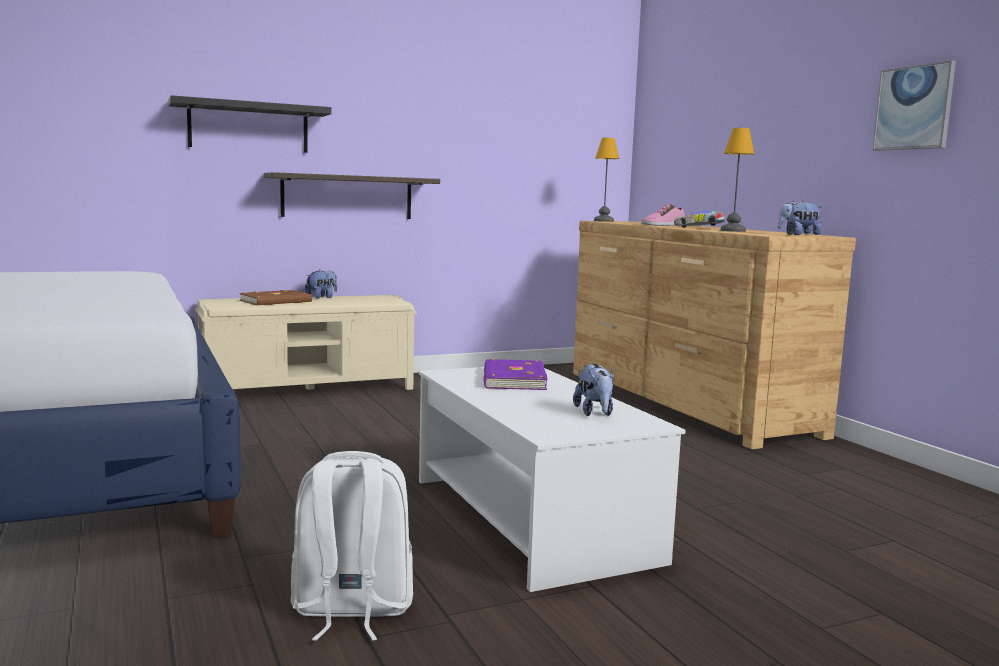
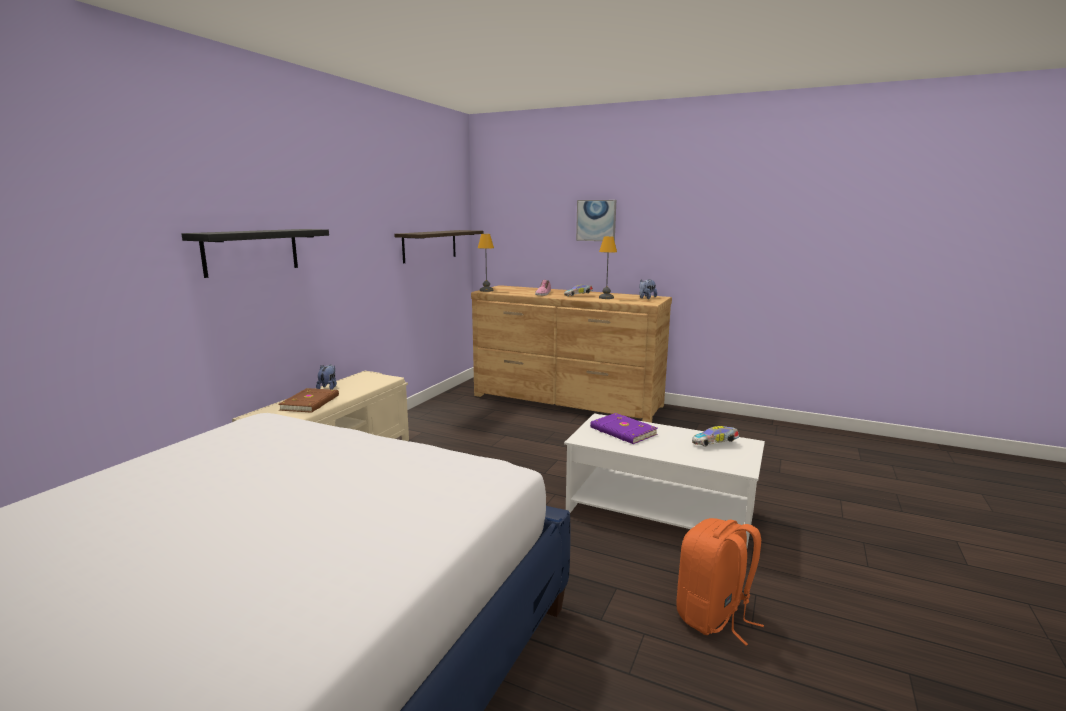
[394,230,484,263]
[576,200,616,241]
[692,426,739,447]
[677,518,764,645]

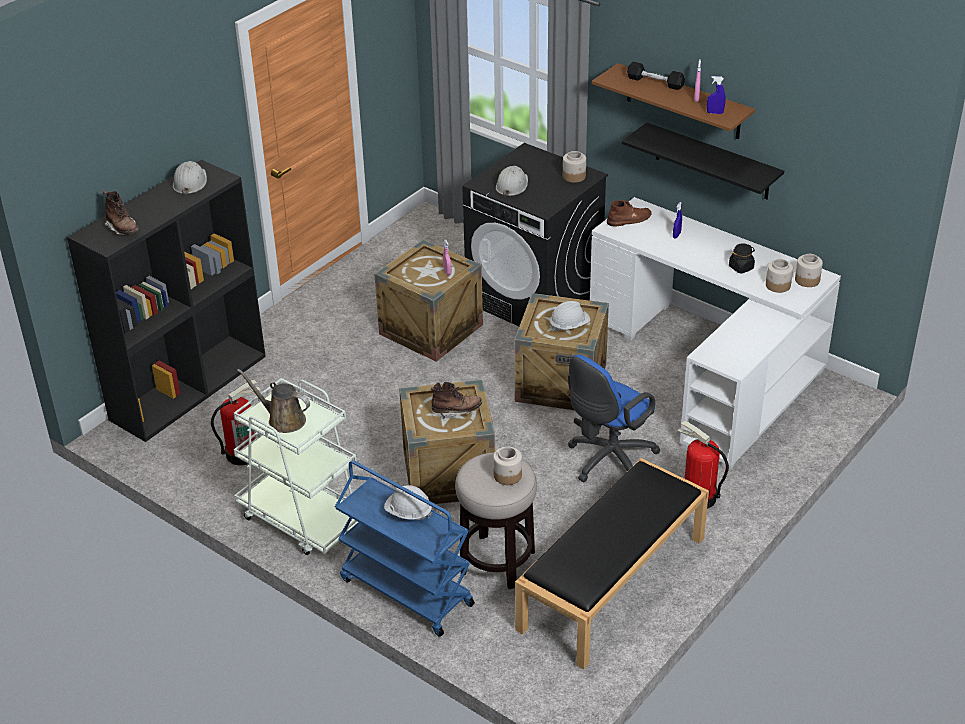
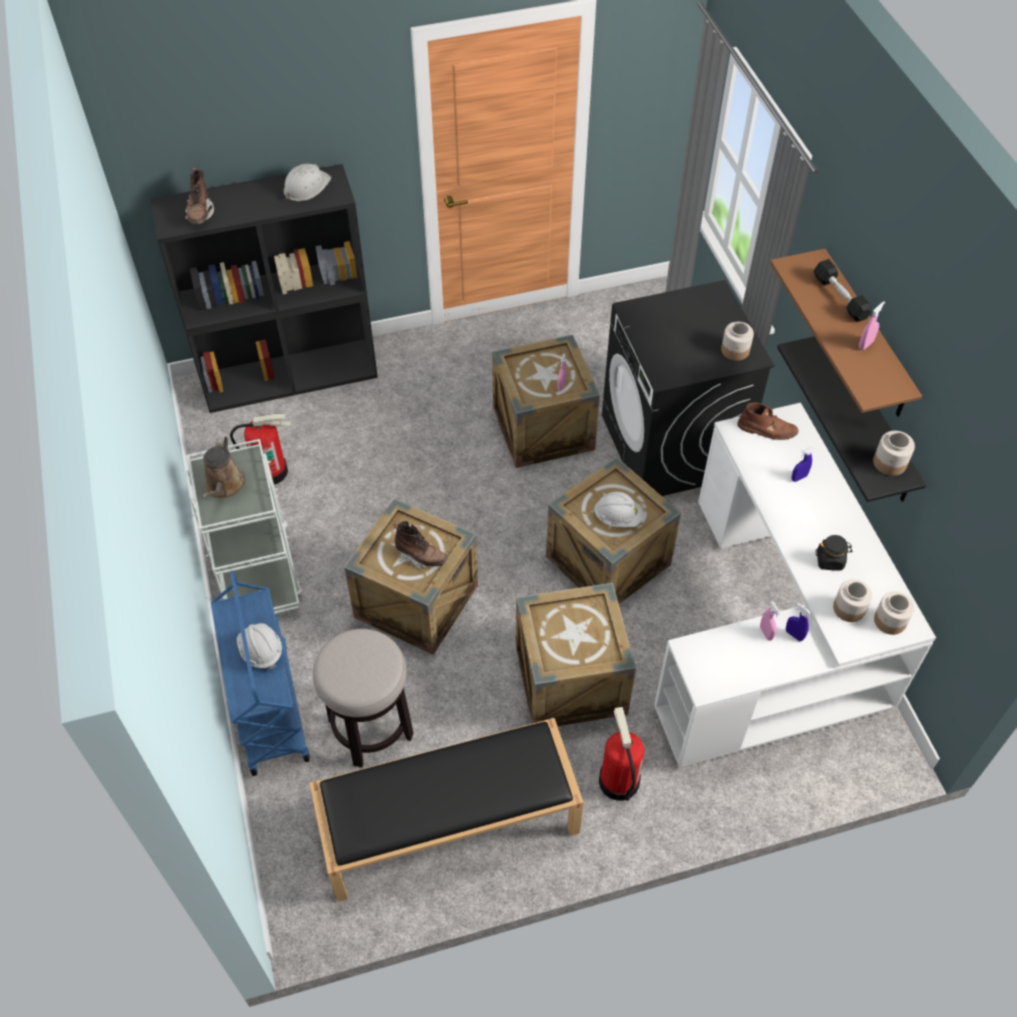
[496,166,528,197] (first image)
[760,601,780,641]
[873,431,915,476]
[786,603,811,641]
[516,583,636,727]
[202,436,246,498]

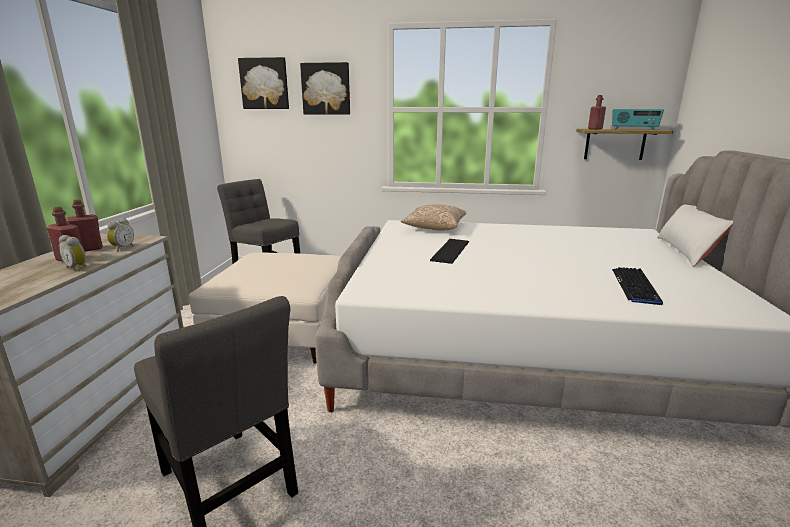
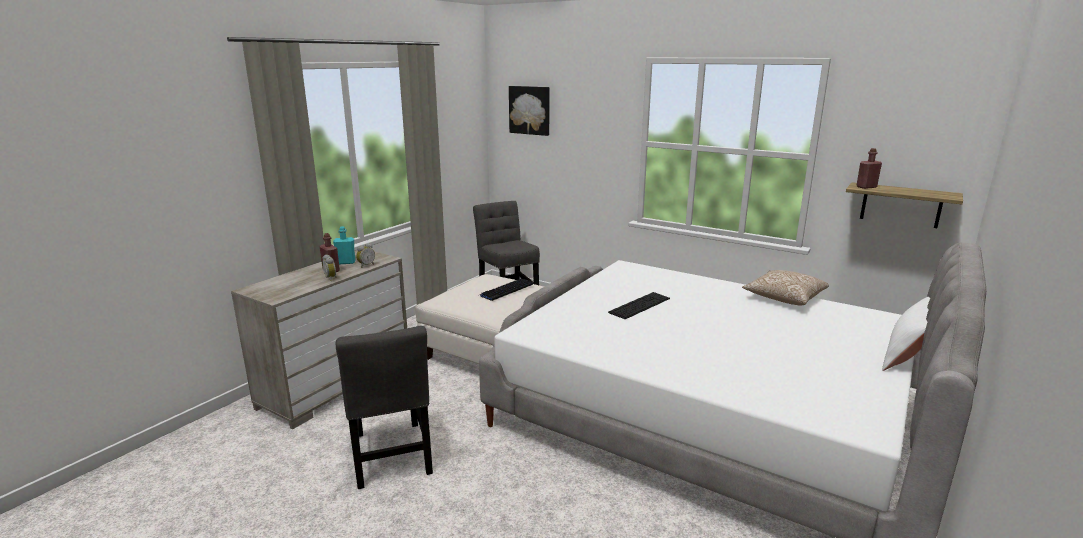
[300,62,350,115] (first image)
[612,109,664,130] (first image)
[742,270,829,305]
[480,278,533,301]
[333,226,355,264]

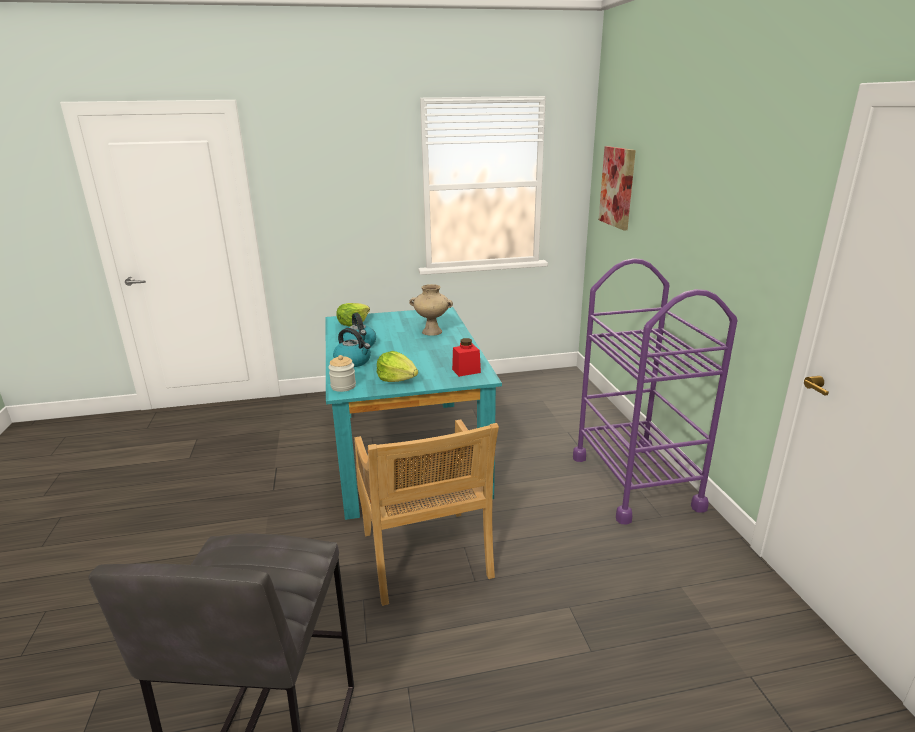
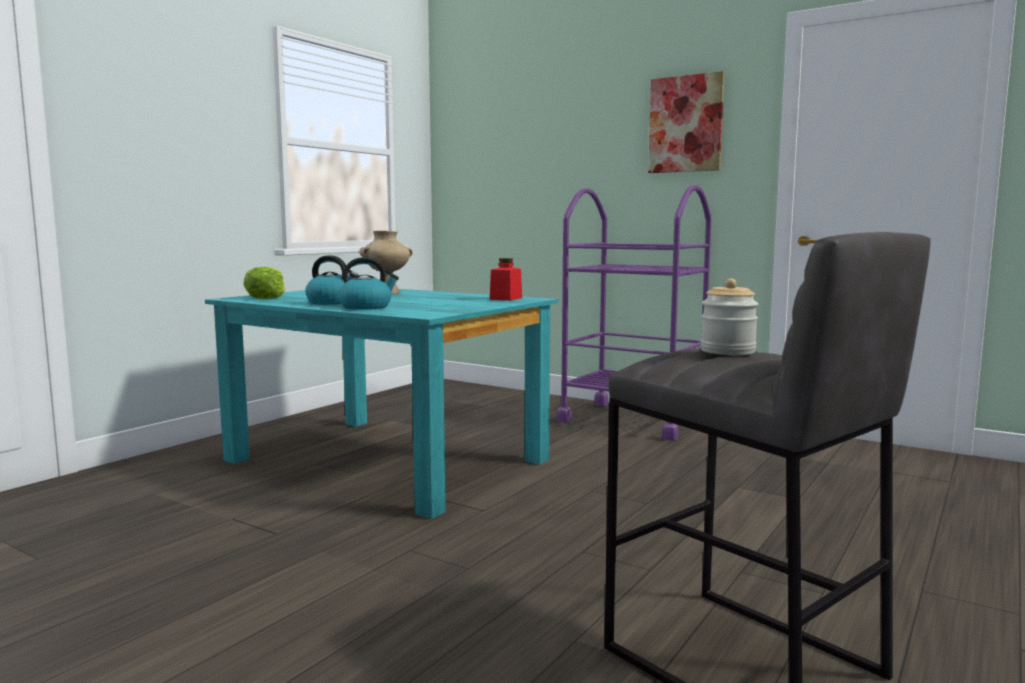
[354,419,499,606] (first image)
[377,351,418,382] (first image)
[700,278,758,355]
[648,71,725,173]

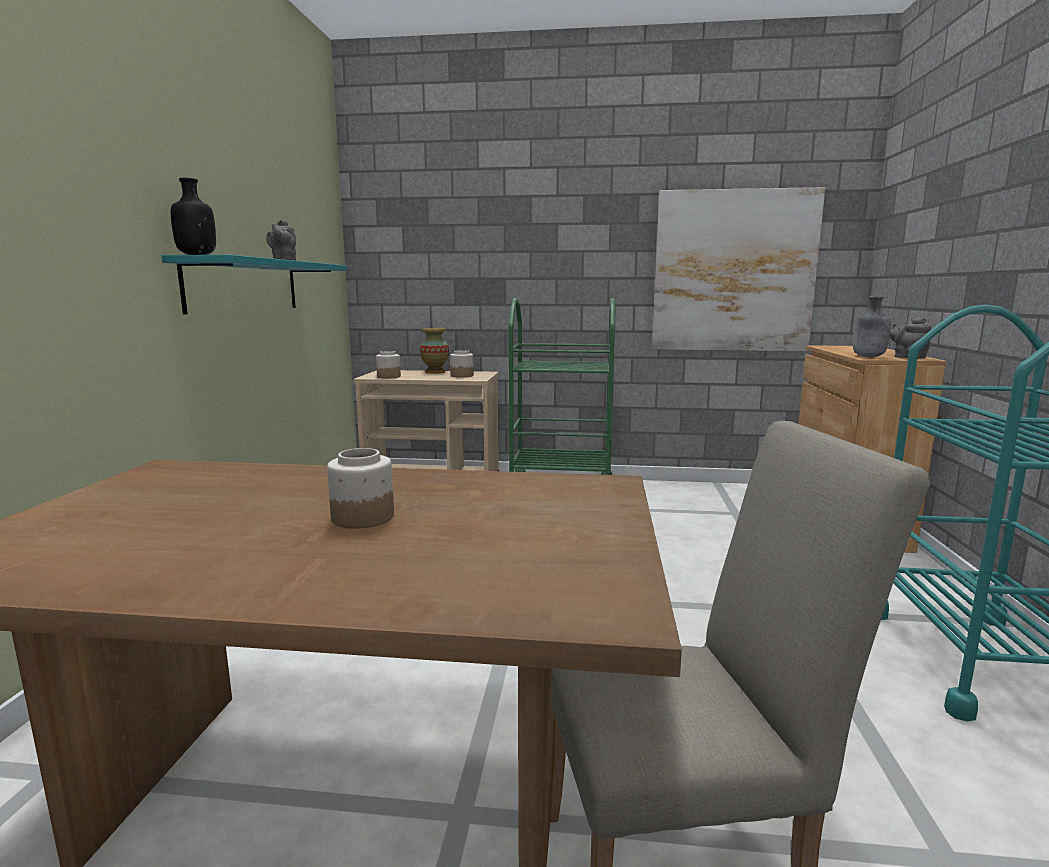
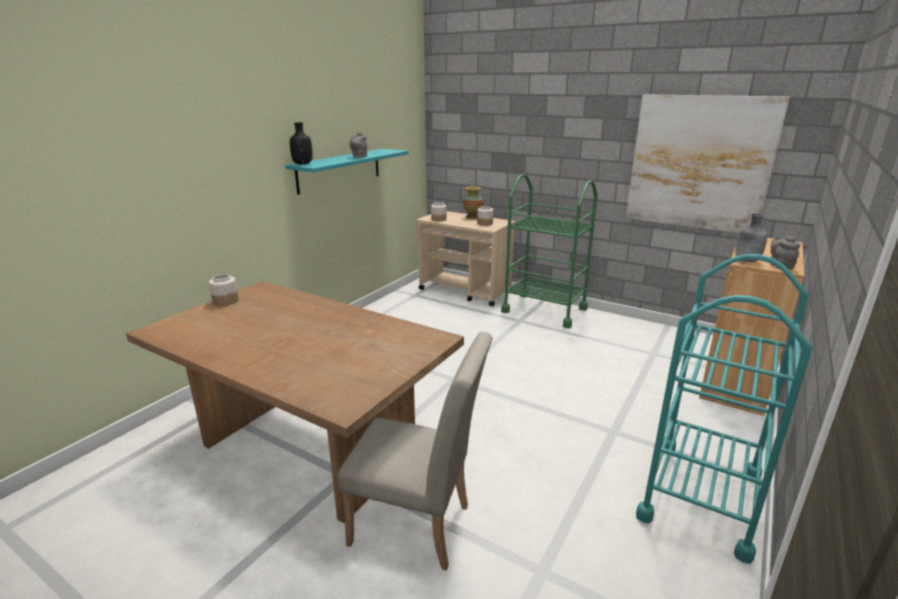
[209,274,239,306]

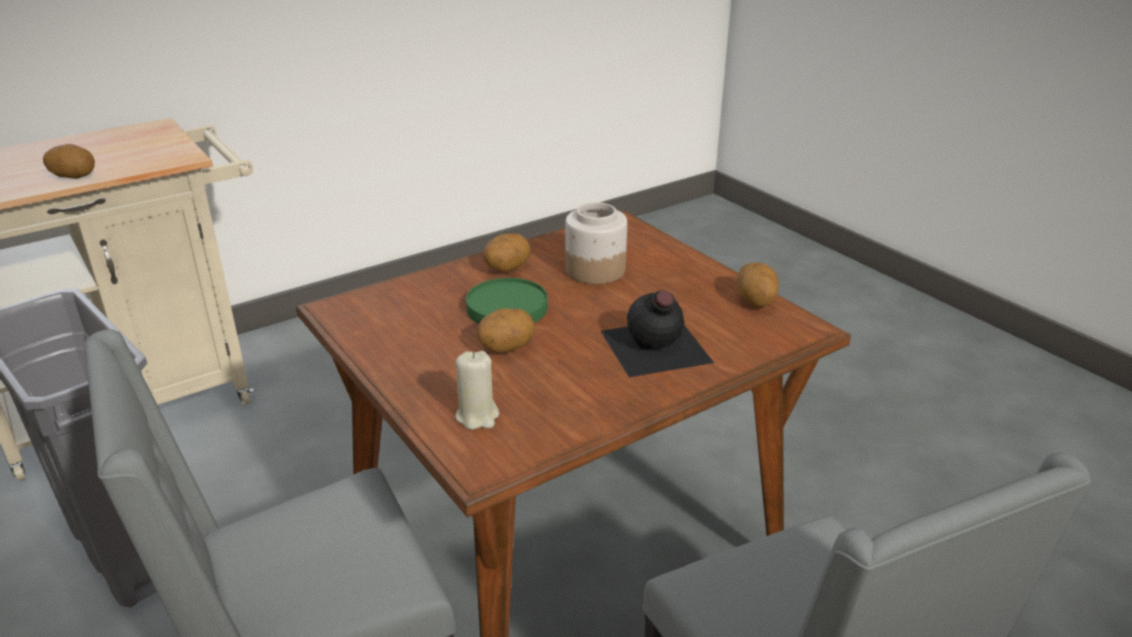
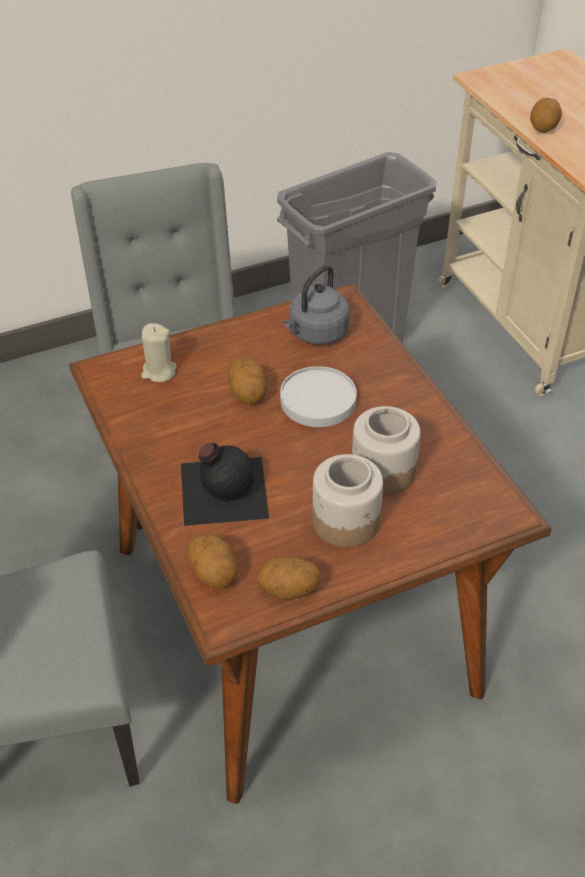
[283,265,350,345]
[312,454,383,547]
[187,534,237,589]
[280,366,357,427]

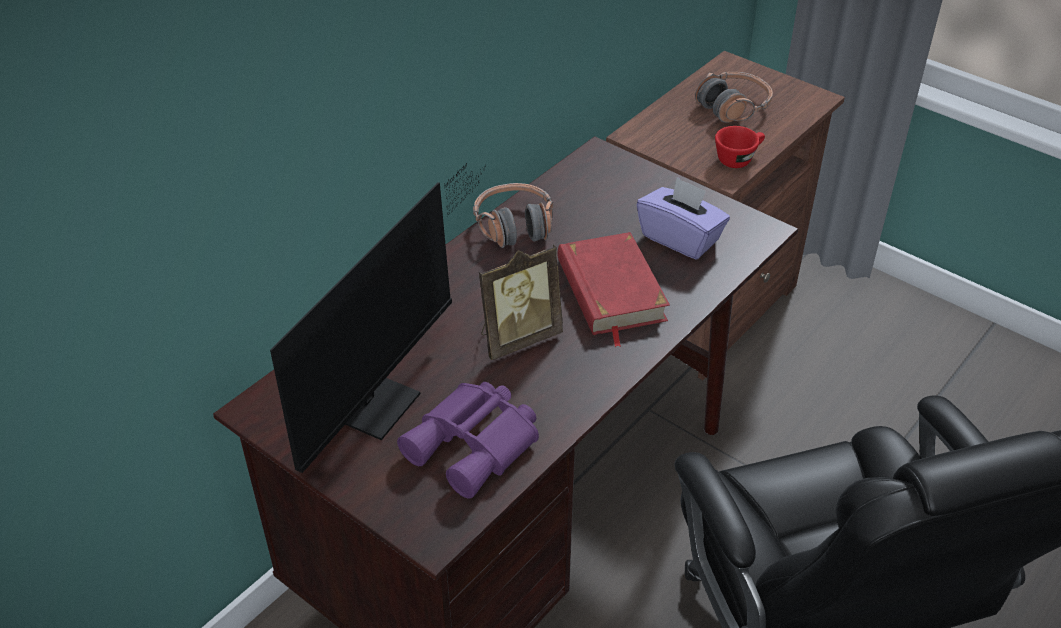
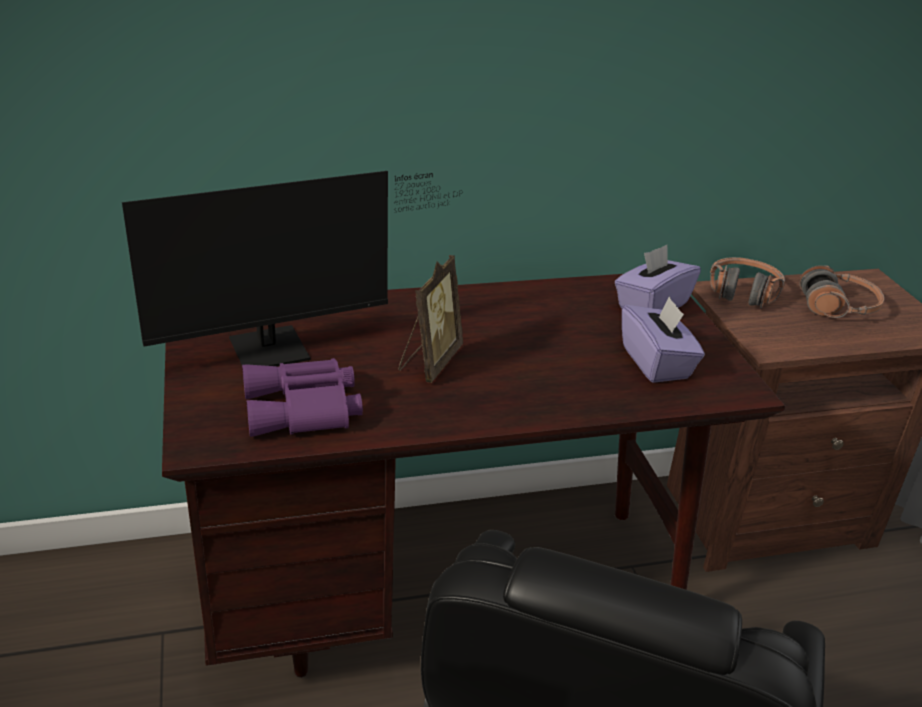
[558,232,670,347] (first image)
[715,126,765,168] (first image)
[615,245,701,309]
[710,257,785,308]
[399,255,463,383]

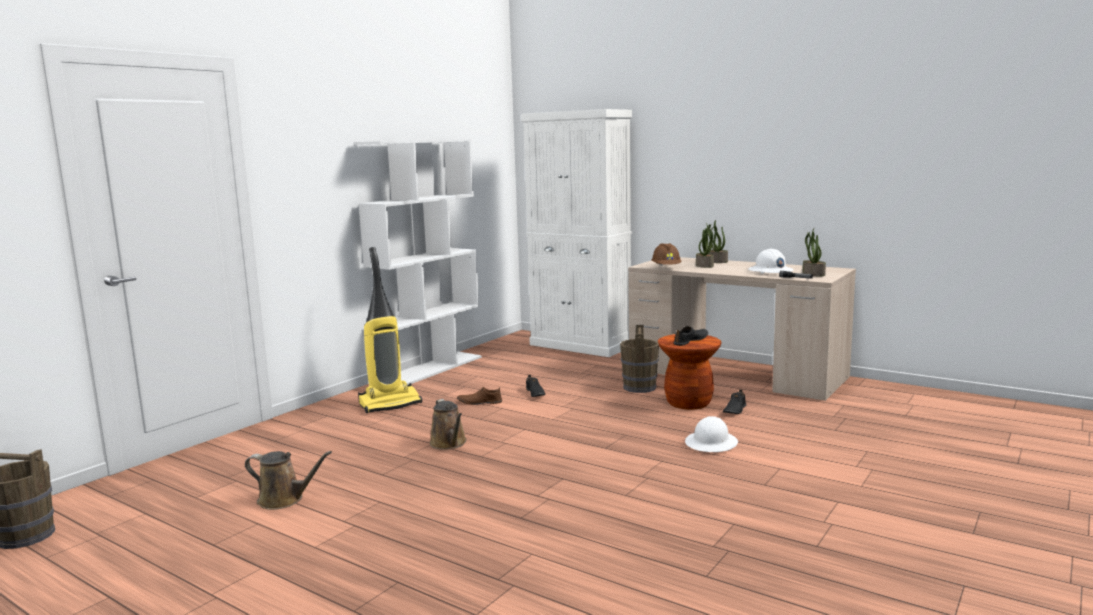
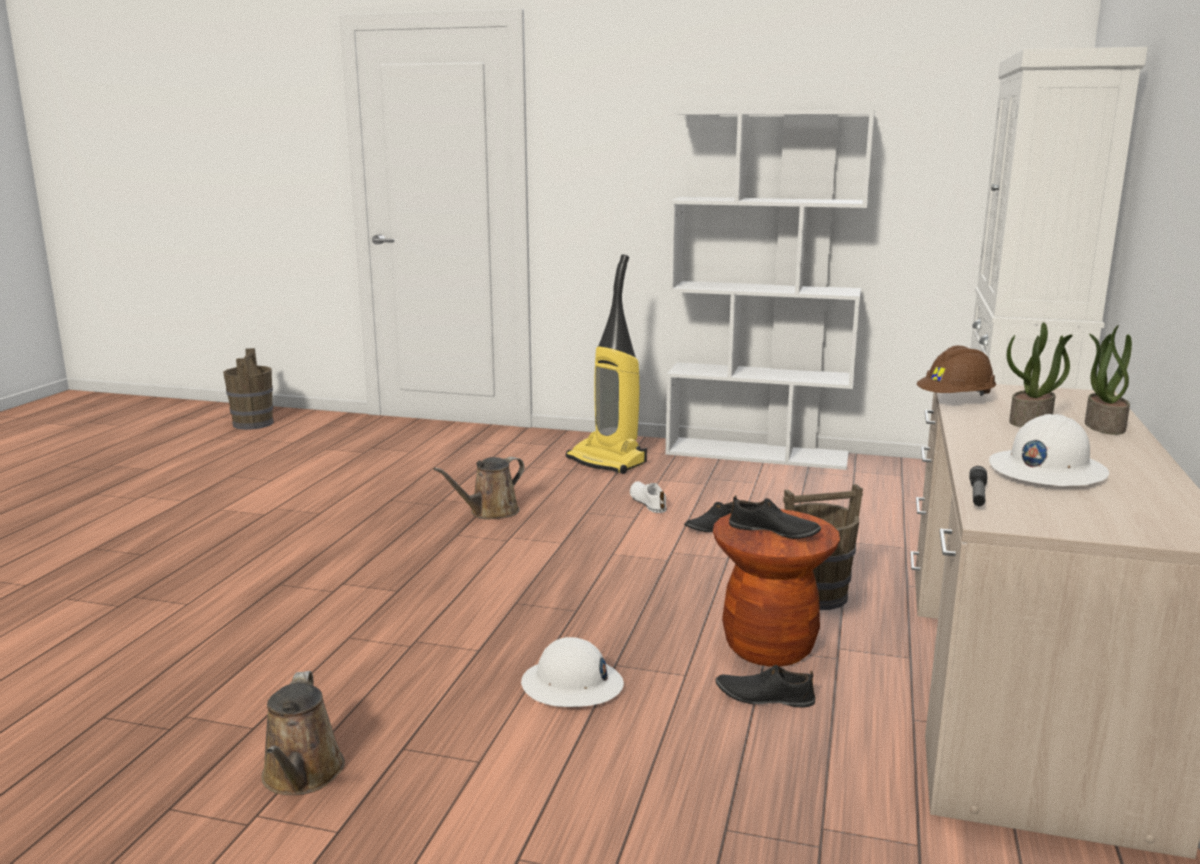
[803,228,826,276] (first image)
[261,671,345,795]
[630,481,667,513]

